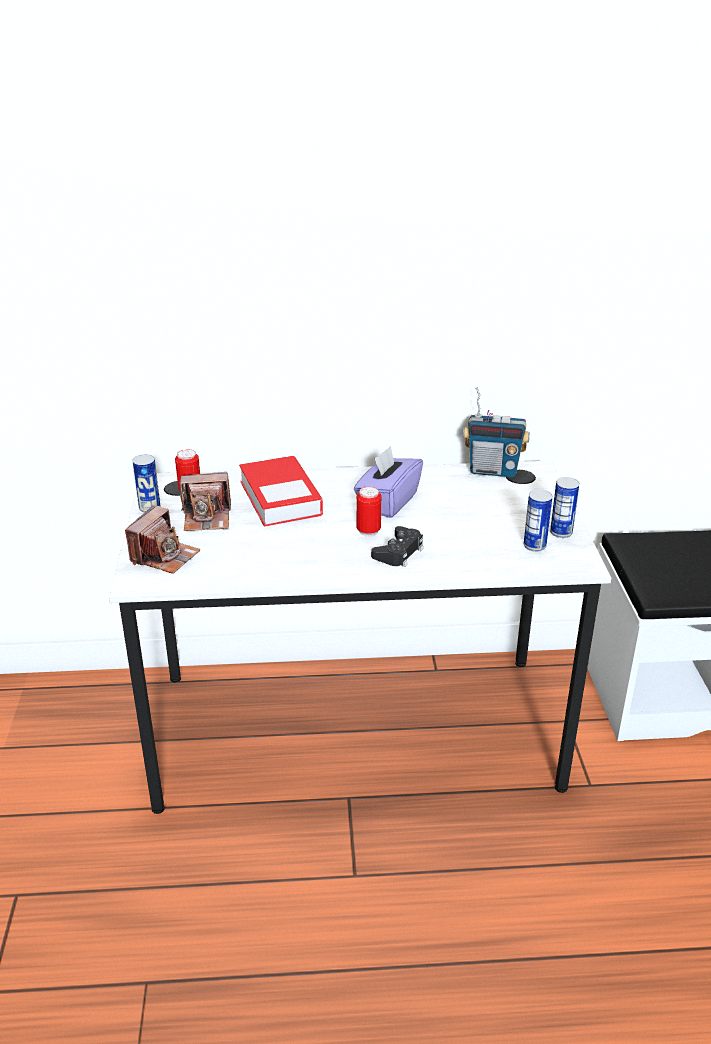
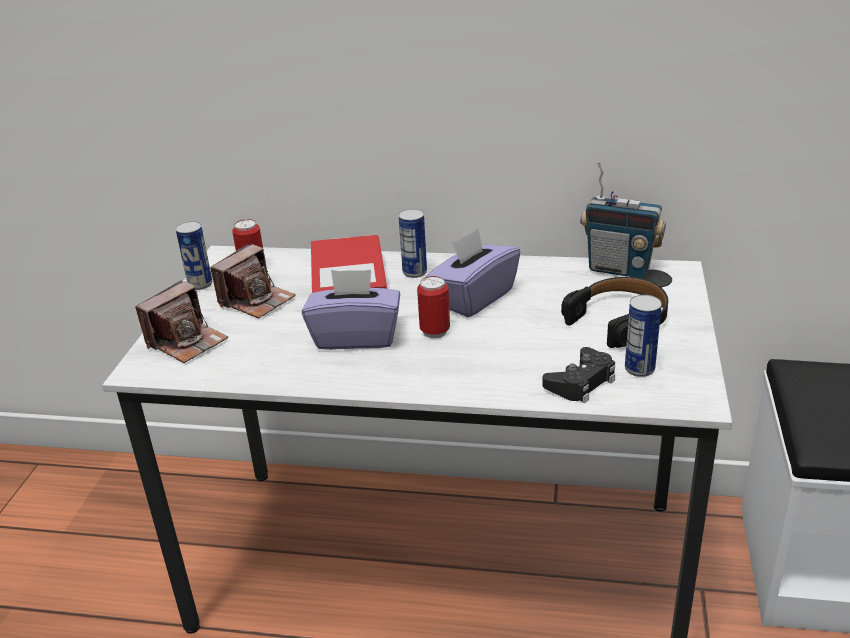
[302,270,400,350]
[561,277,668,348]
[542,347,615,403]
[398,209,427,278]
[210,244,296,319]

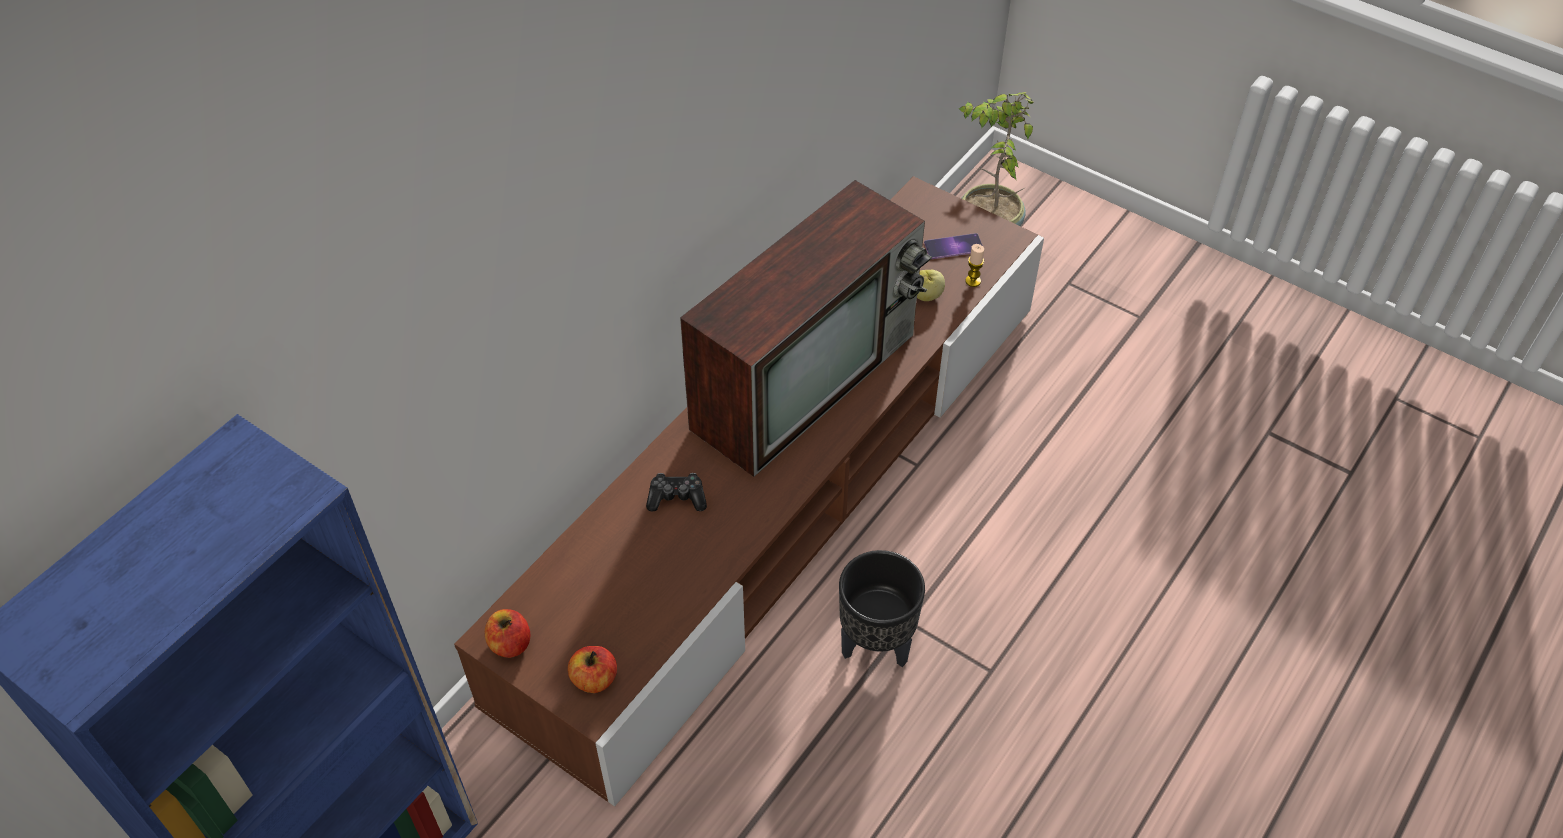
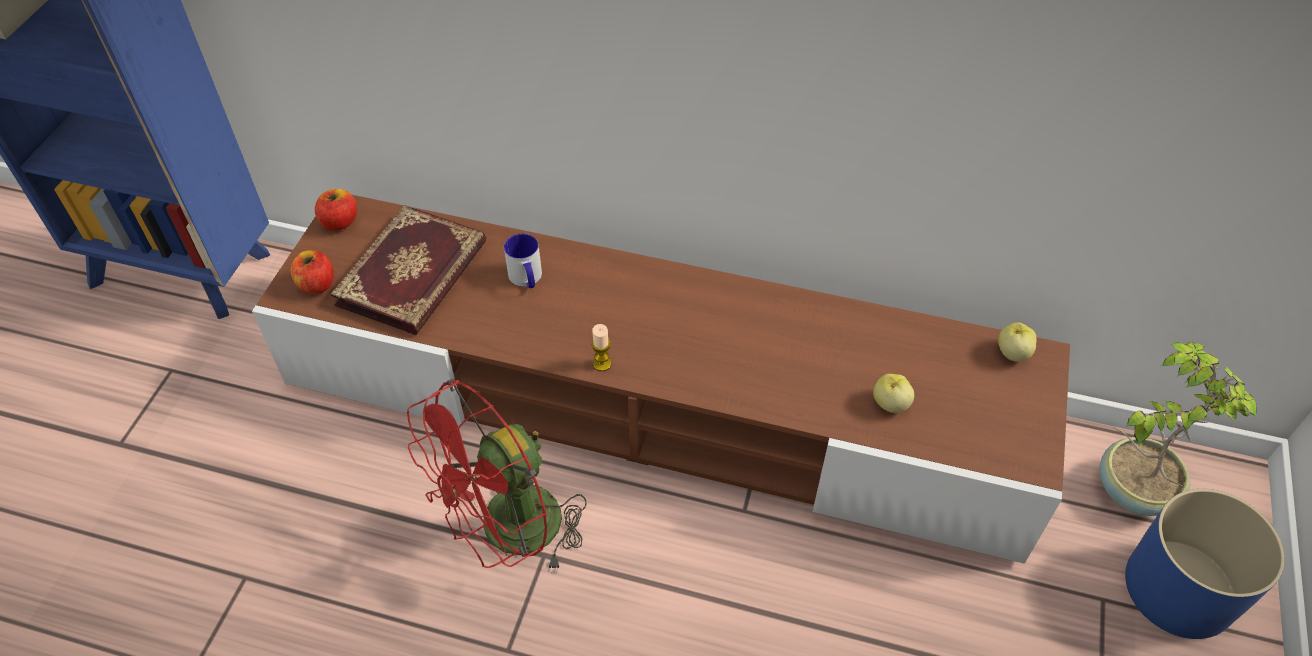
[680,180,932,477] (first image)
[924,233,983,259] (first image)
[331,205,486,335]
[998,323,1037,362]
[1125,489,1285,639]
[591,324,611,371]
[504,233,542,288]
[407,379,587,573]

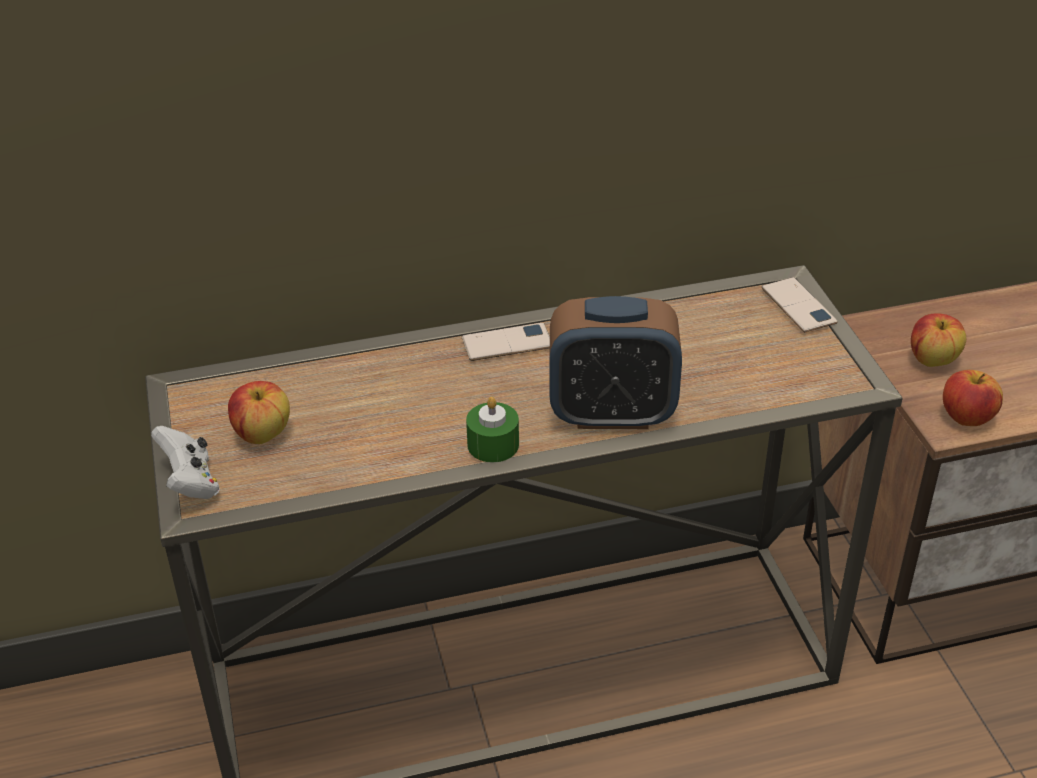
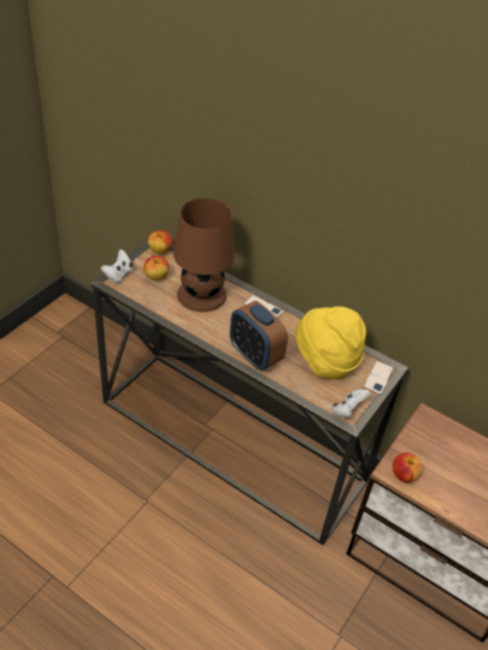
[466,397,519,463] (first image)
[173,198,235,312]
[295,306,366,379]
[332,390,371,417]
[148,230,173,254]

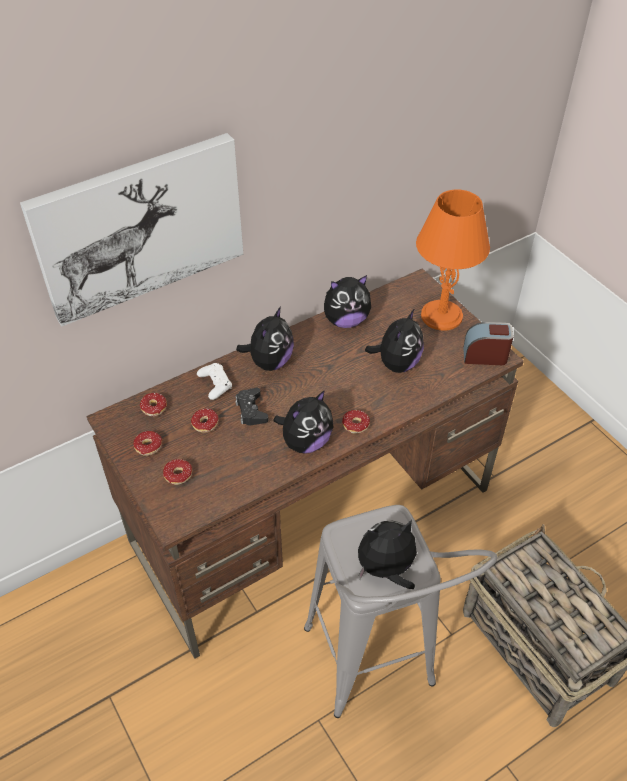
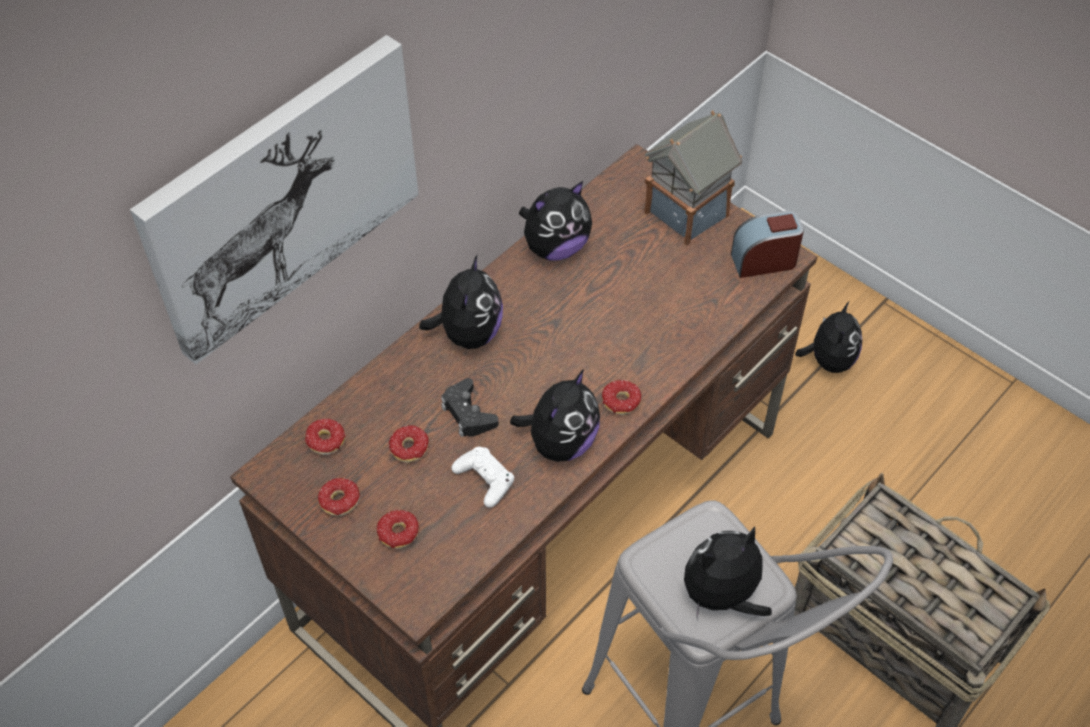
[451,447,514,508]
[795,302,862,373]
[644,110,742,245]

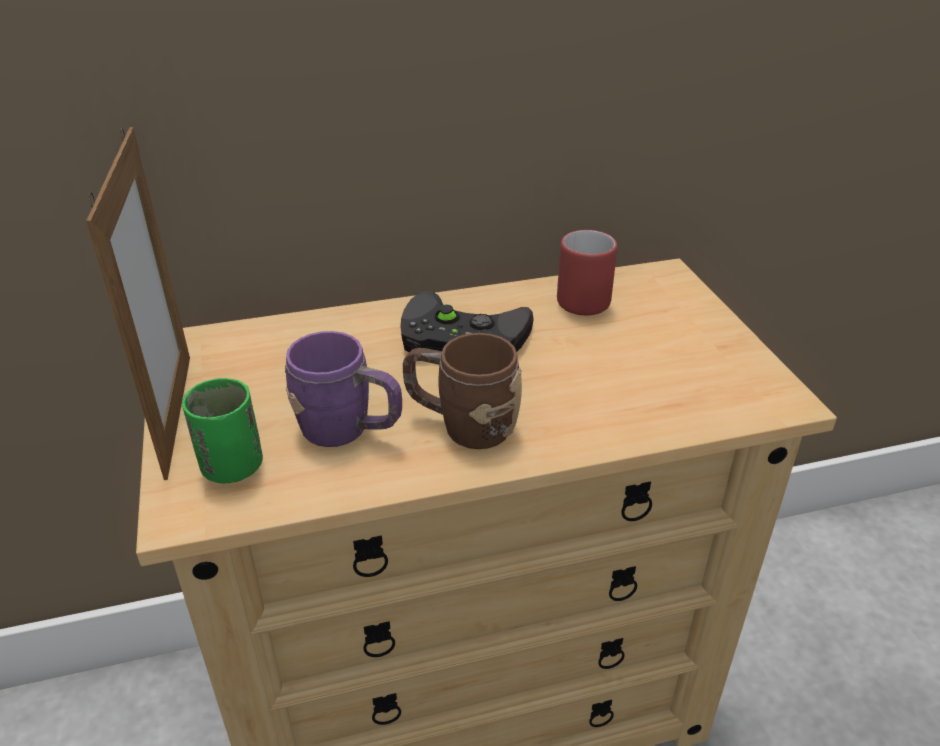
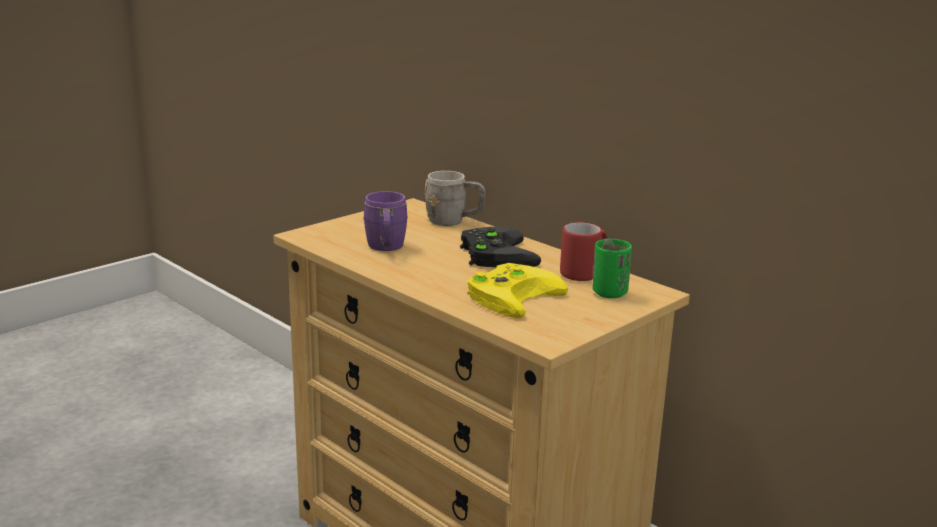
[86,127,190,480] (first image)
[403,333,522,449] (first image)
[425,171,485,226]
[467,263,568,318]
[592,239,632,298]

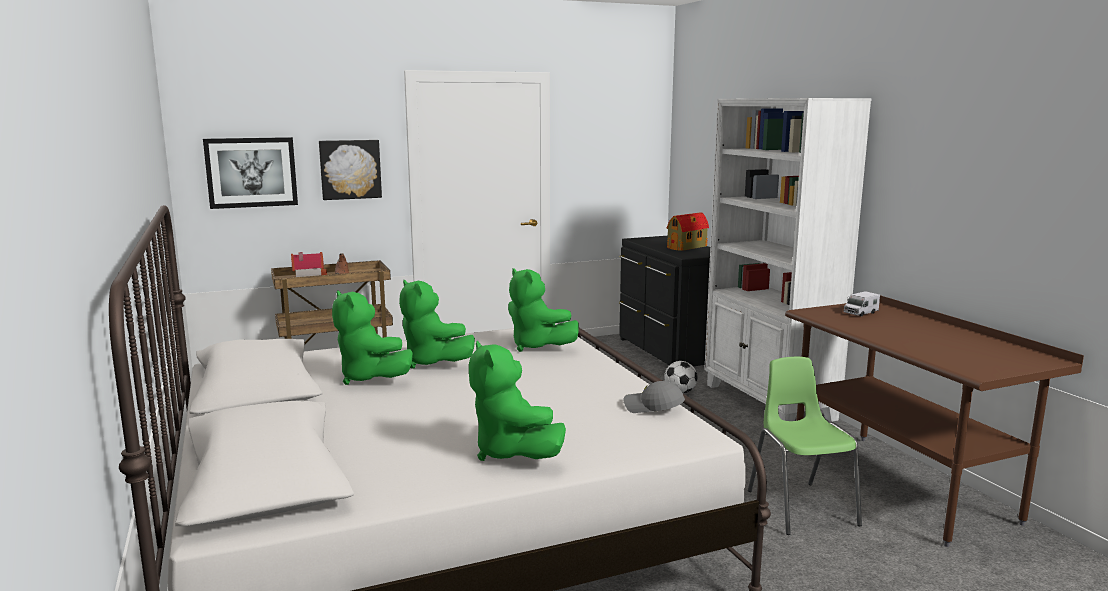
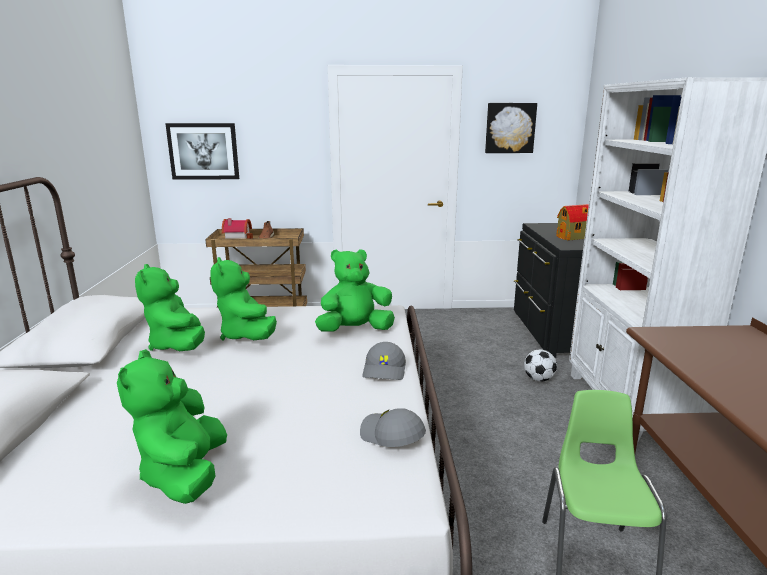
[843,291,880,317] (first image)
[362,342,406,380]
[485,103,537,153]
[315,249,395,332]

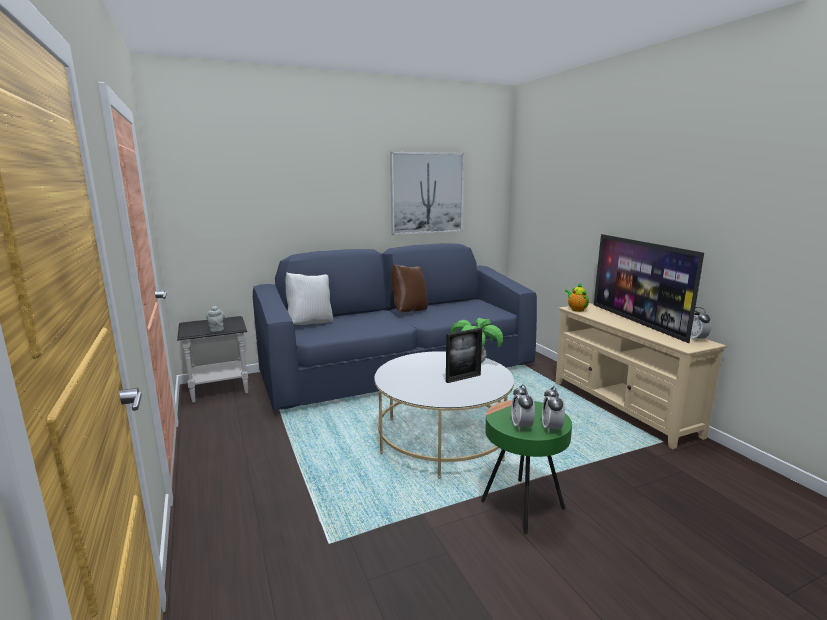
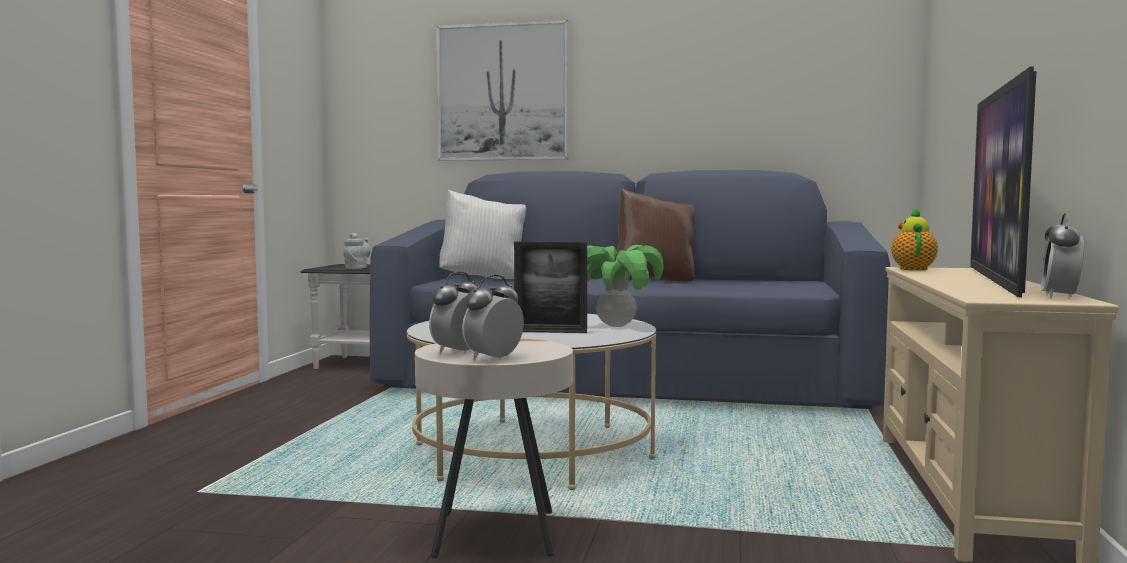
[436,20,569,161]
[415,338,573,558]

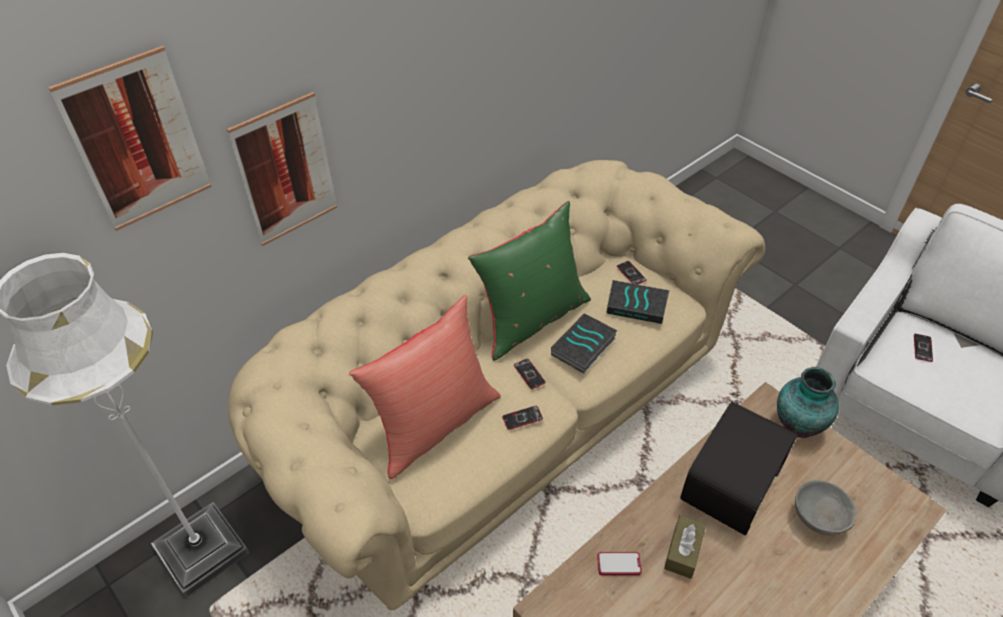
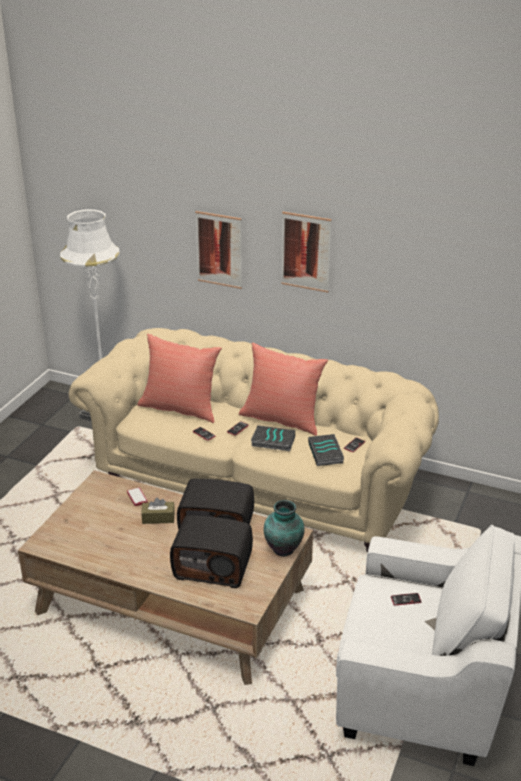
[281,212,332,292]
[170,515,253,588]
[239,343,328,436]

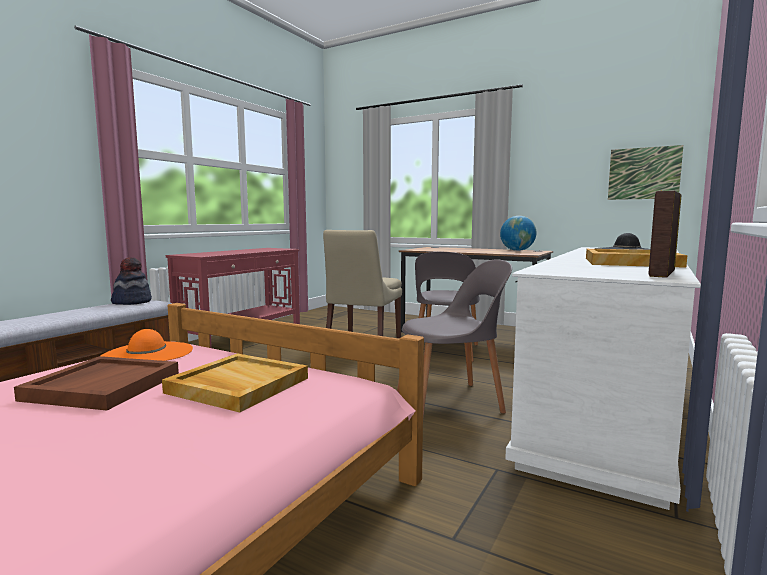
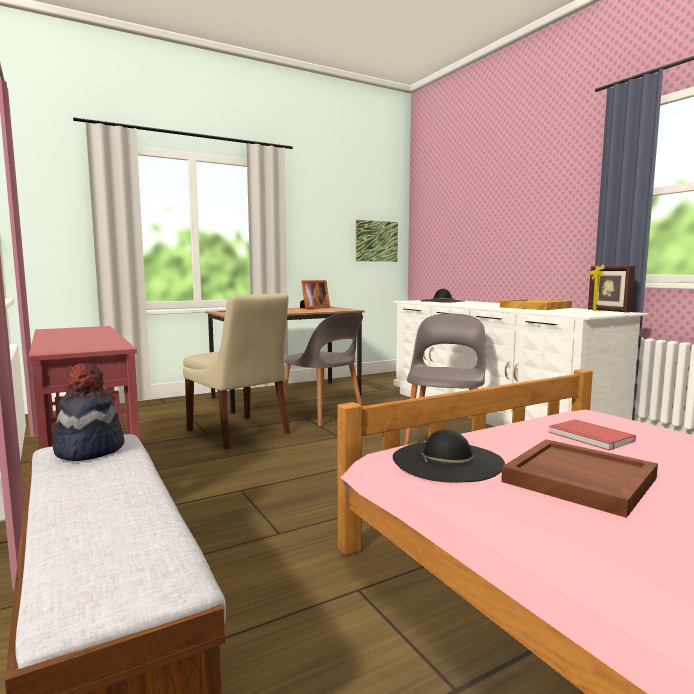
[549,419,636,450]
[300,280,330,309]
[393,429,505,482]

